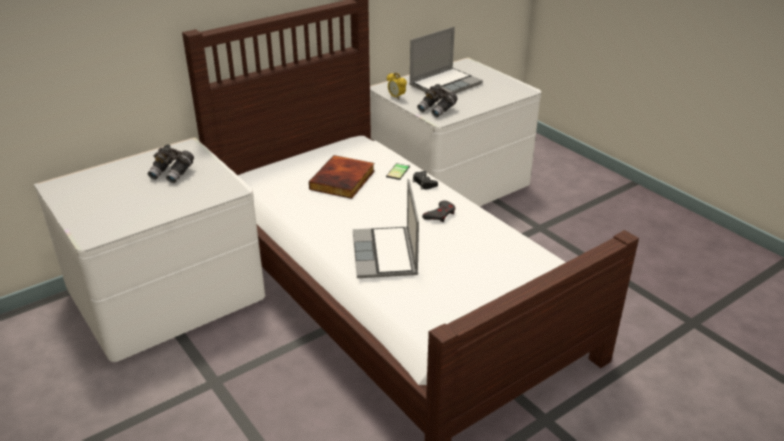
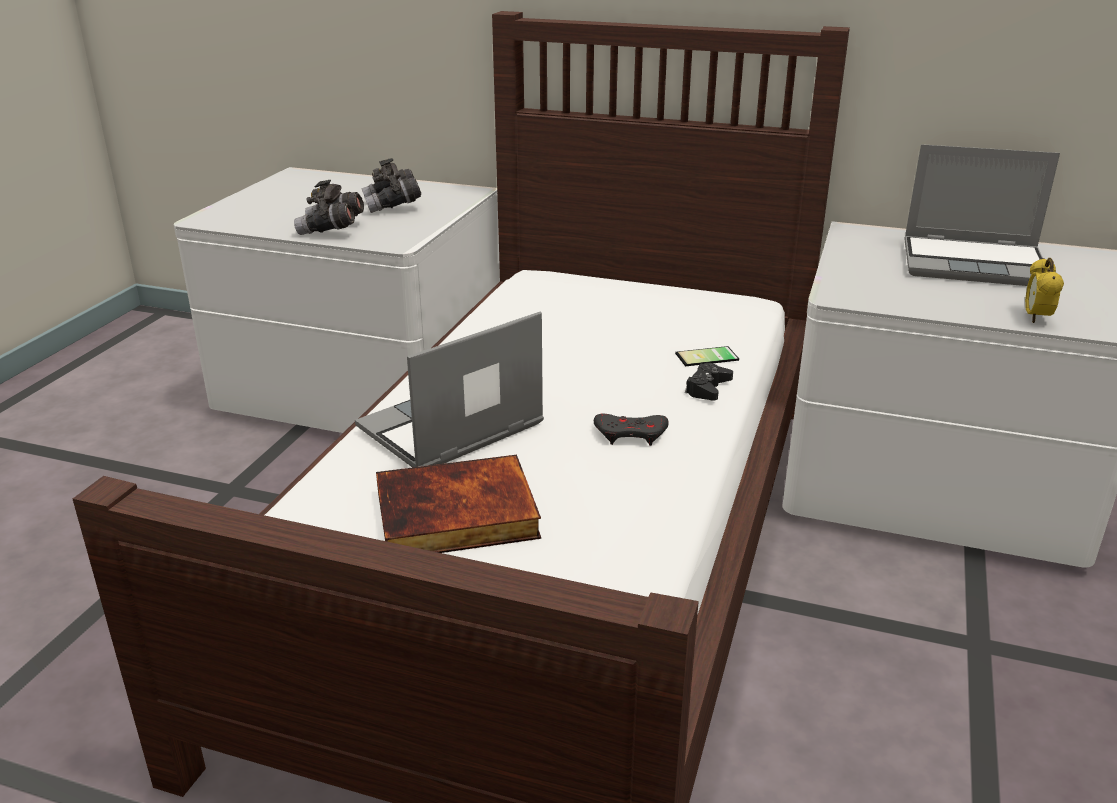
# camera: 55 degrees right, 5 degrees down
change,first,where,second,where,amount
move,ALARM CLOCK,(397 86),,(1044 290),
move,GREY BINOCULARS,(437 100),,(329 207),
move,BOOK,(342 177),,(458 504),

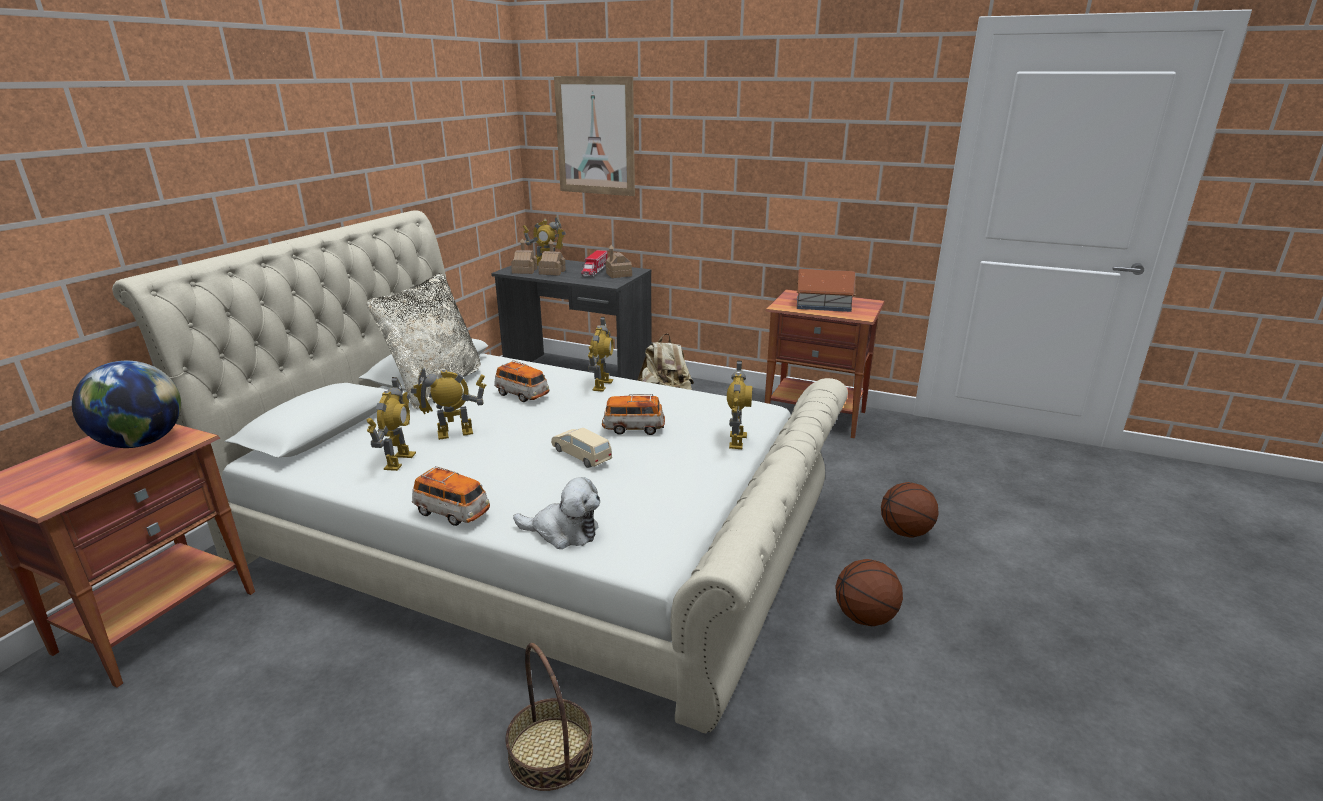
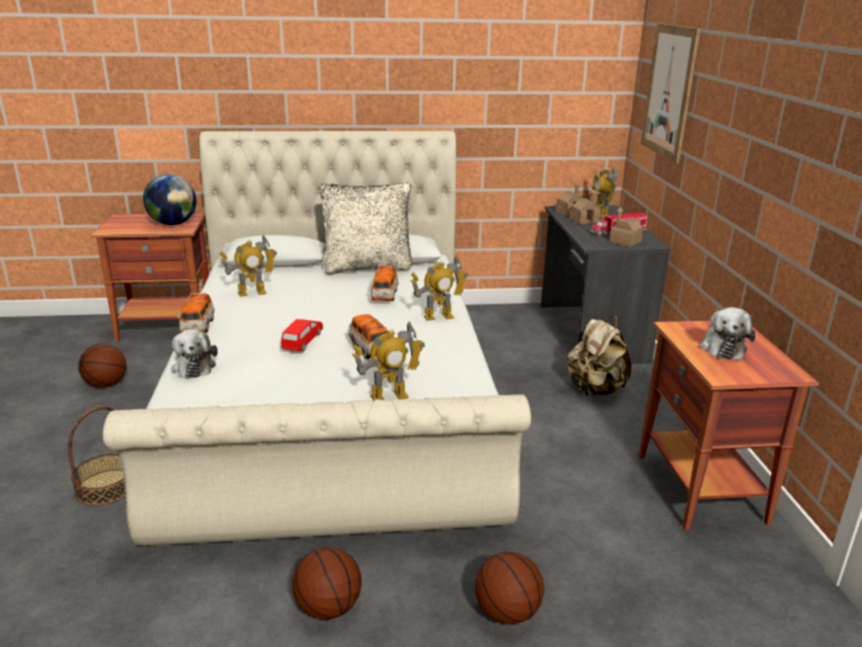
# camera: 60 degrees right, 0 degrees up
change,first,where,second,where,amount
replace,TOY HOUSE,(826 290),PLUSH TOY,(727 333),
delete,TOY ROBOT,(448 403),,,
recolor,BEIGE TOY CAR,(581 448),RED TOY CAR,(302 335),
insert,,,BASKETBALL,(102 366),

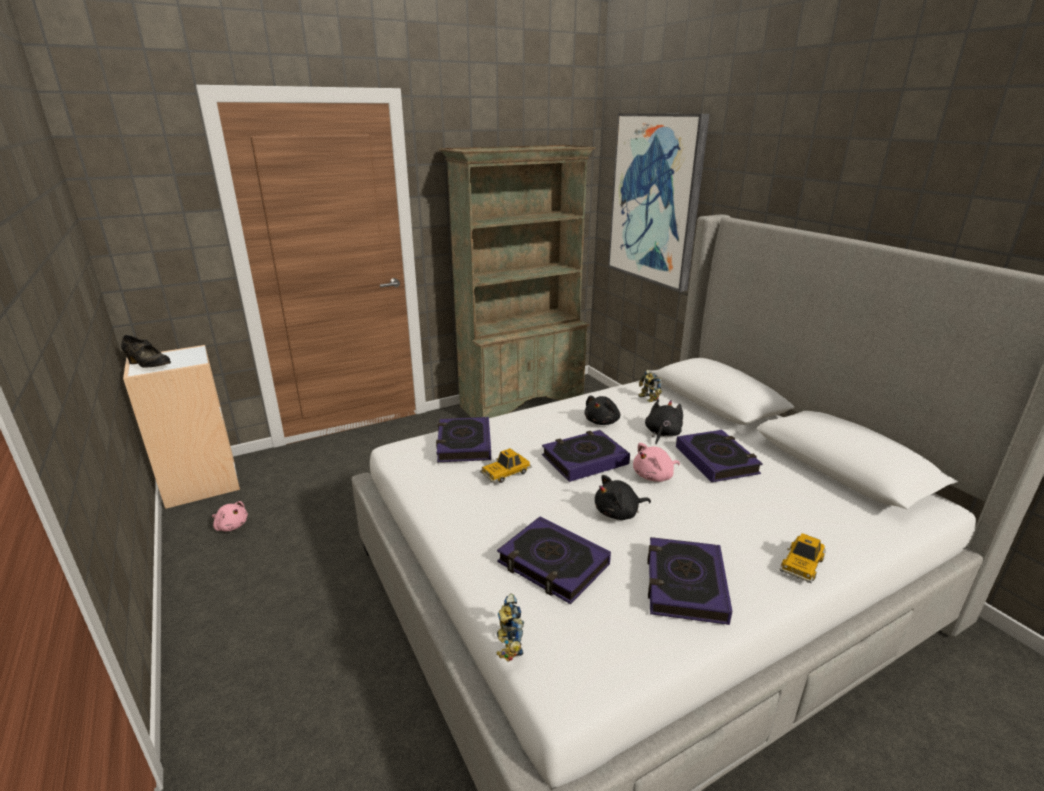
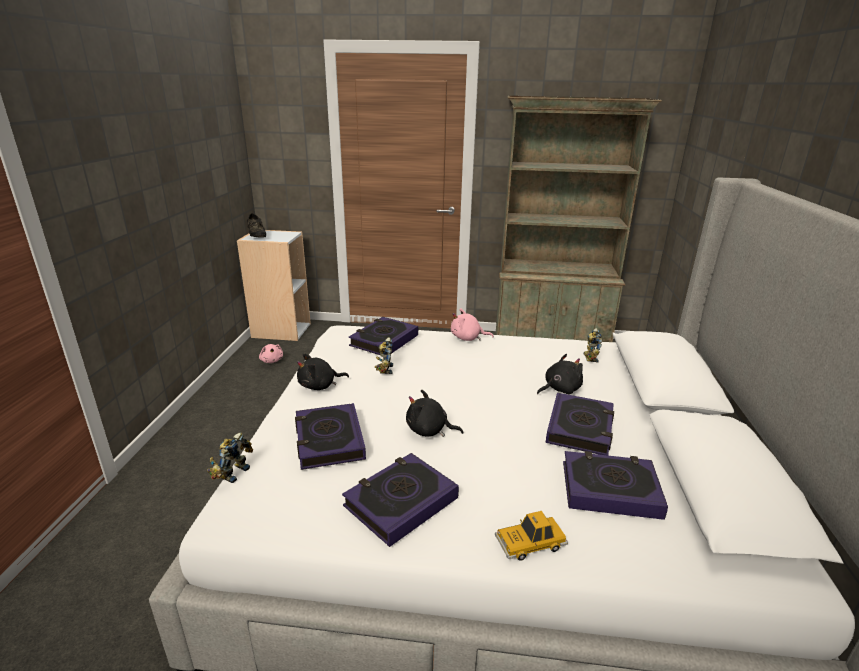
# camera: 35 degrees right, 0 degrees up
change,first,where,second,where,amount
delete,PICTURE,(659 202),,,
move,BLACK PLUSH TOY,(602 410),,(323 371),
move,BOOK,(586 456),,(615 485),
move,PINK PLUSH TOY,(656 462),,(472 324),
replace,TOY CAR,(506 465),TOY ROBOT,(384 355),

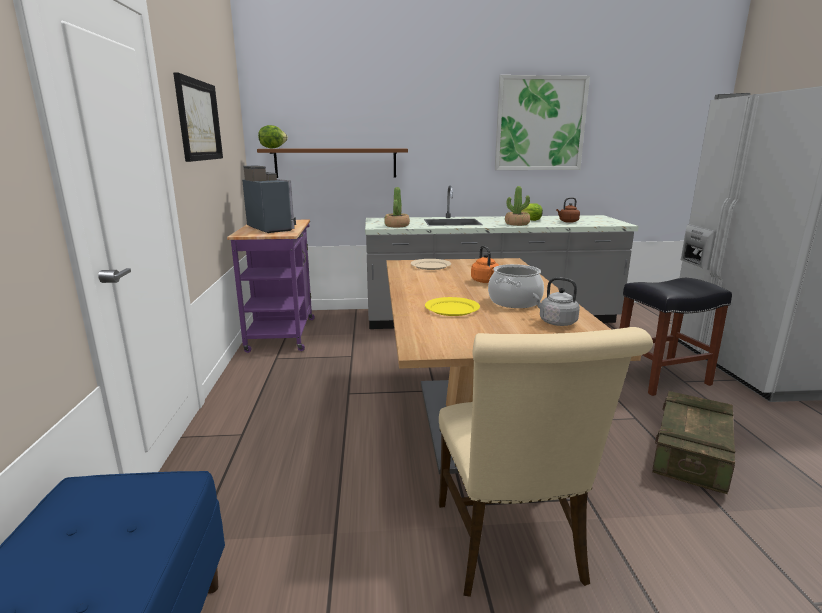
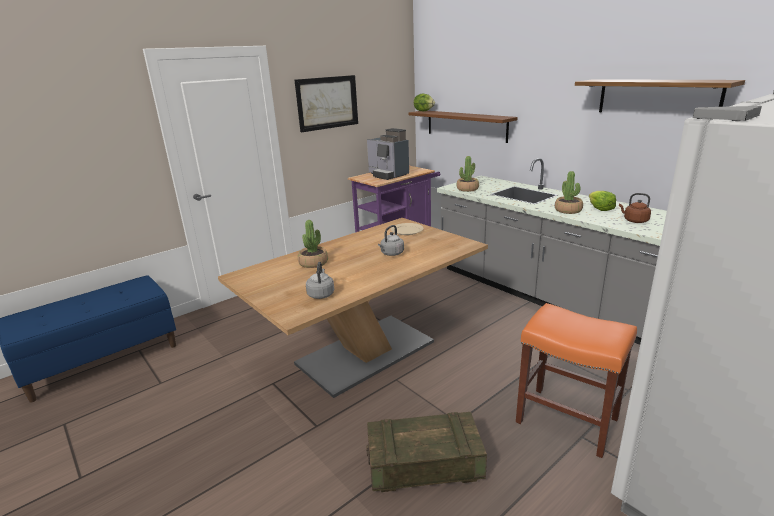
# camera: 55 degrees right, 5 degrees up
change,first,where,second,where,amount
replace,PICTURE,(542 122),SHELF,(660 95),
rotate,COFFEE MACHINE,(269 199),,(388 154),120 degrees clockwise
recolor,ORANGE KETTLE,(485 264),GREY KETTLE,(391 240),
delete,COOKING POT,(516 286),,,
recolor,BLACK STOOL,(675 337),ORANGE STOOL,(576 380),
replace,YELLOW PLATE,(452 306),POTTED PLANT,(313 244),
delete,BEIGE CHAIR,(546 462),,,

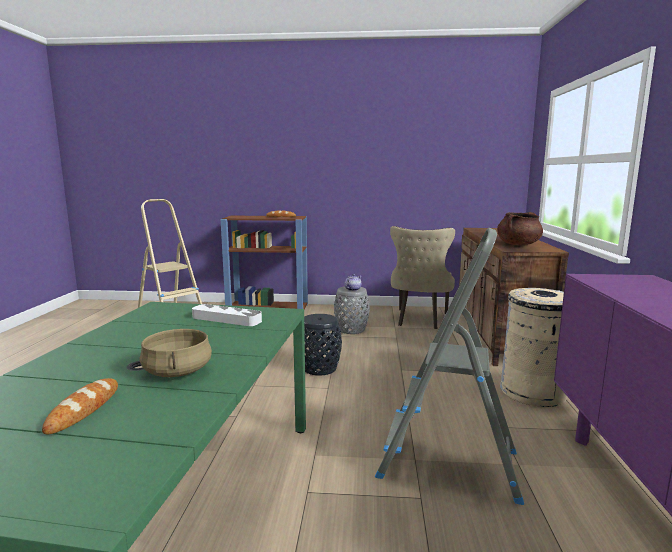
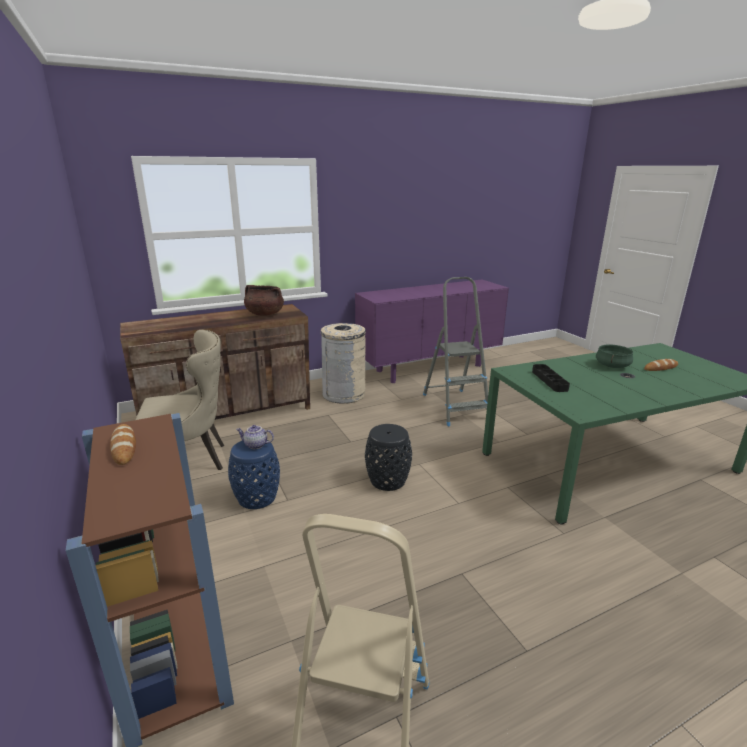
# camera: 120 degrees left, 10 degrees up
change,first,where,second,where,amount
recolor,GREY STOOL,(352 310),BLUE STOOL,(254 474),
recolor,WHITE TRAY,(227 315),BLACK TRAY,(551 378),
recolor,BEIGE COOKING POT,(176 353),GREEN COOKING POT,(614 356),

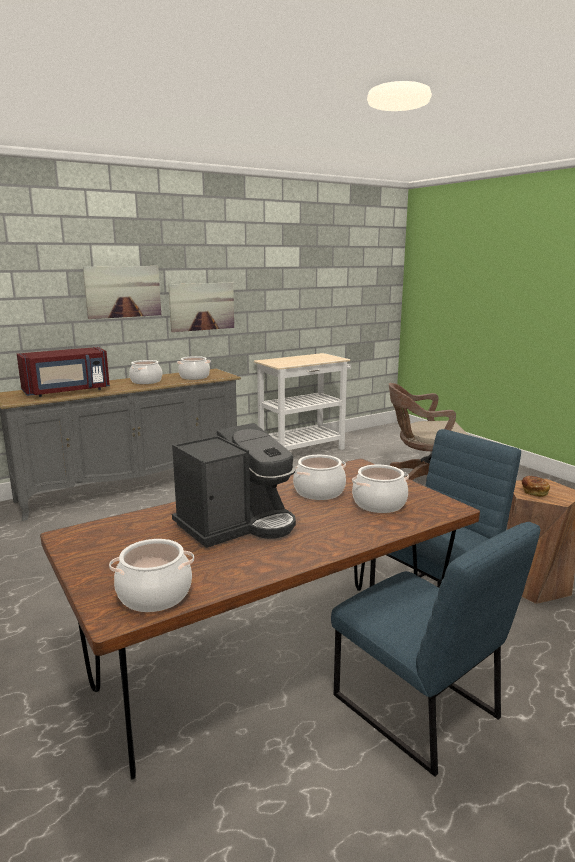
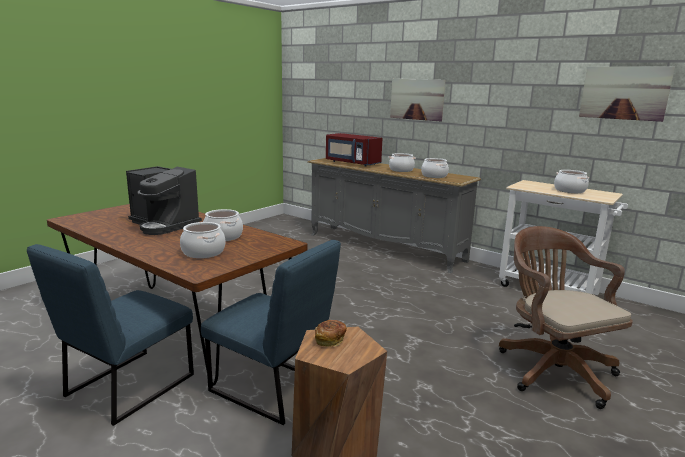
# camera: 70 degrees right, 0 degrees up
change,first,where,second,where,amount
move,PICTURE,(201 307),,(627 94),
move,COOKING POT,(151 575),,(571 181),

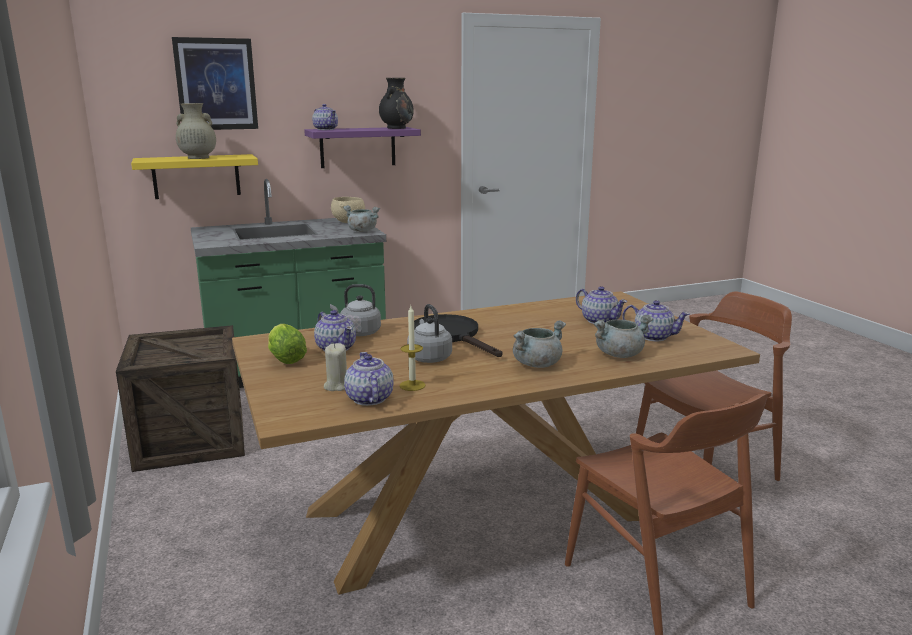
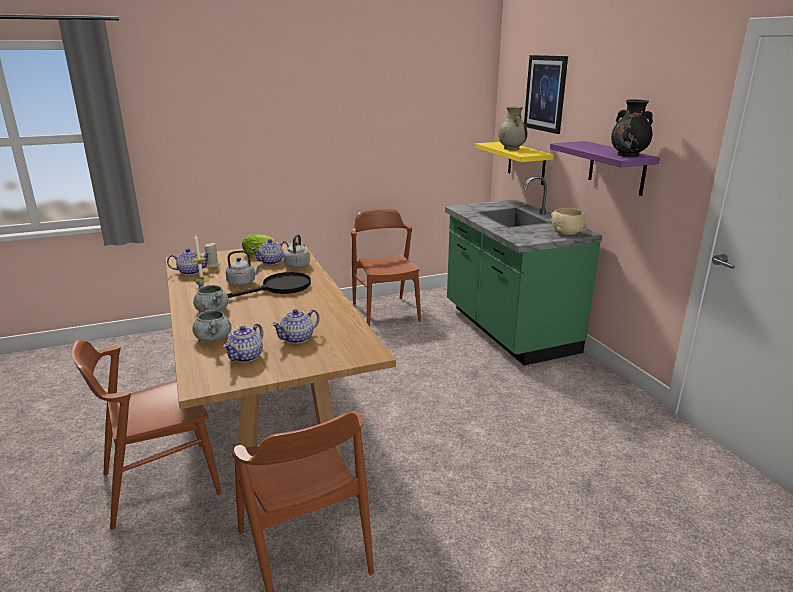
# camera: 90 degrees right, 5 degrees up
change,first,where,second,where,amount
delete,TEAPOT,(325 117),,,
delete,GREY COOKING POT,(361 218),,,
replace,CRATE,(180 398),BROWN CHAIR,(386 267),

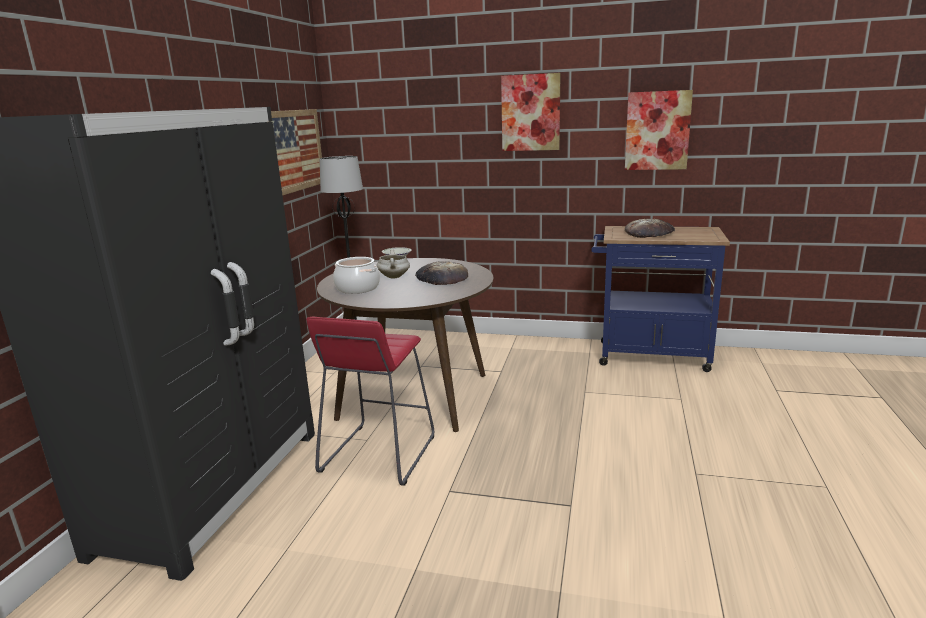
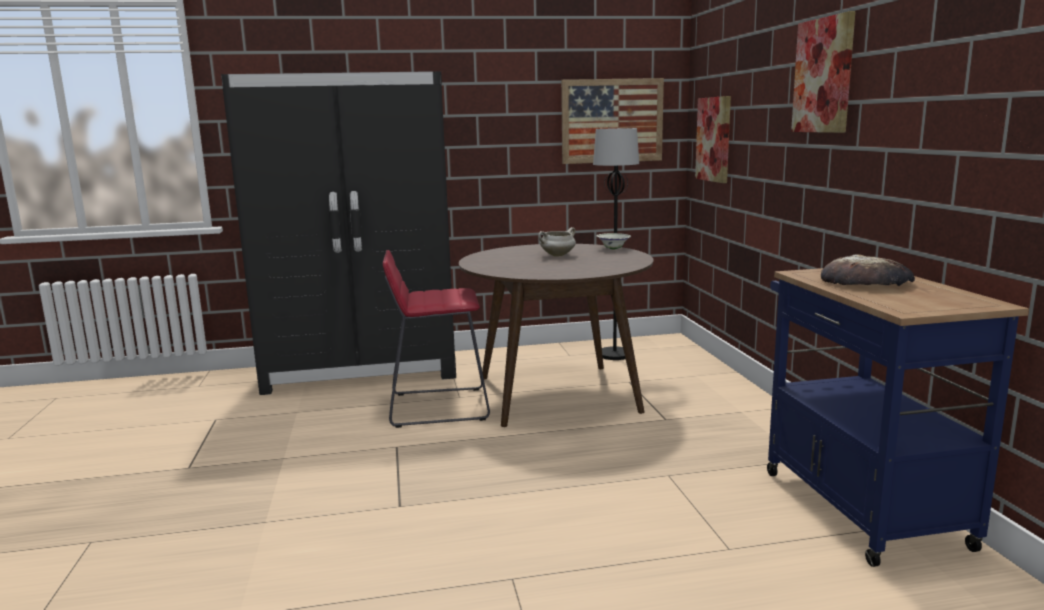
# camera: 65 degrees right, 5 degrees down
change,first,where,second,where,amount
move,PICTURE,(659 130),,(713 139),
delete,COOKING POT,(356 275),,,
delete,BREAD,(441 273),,,

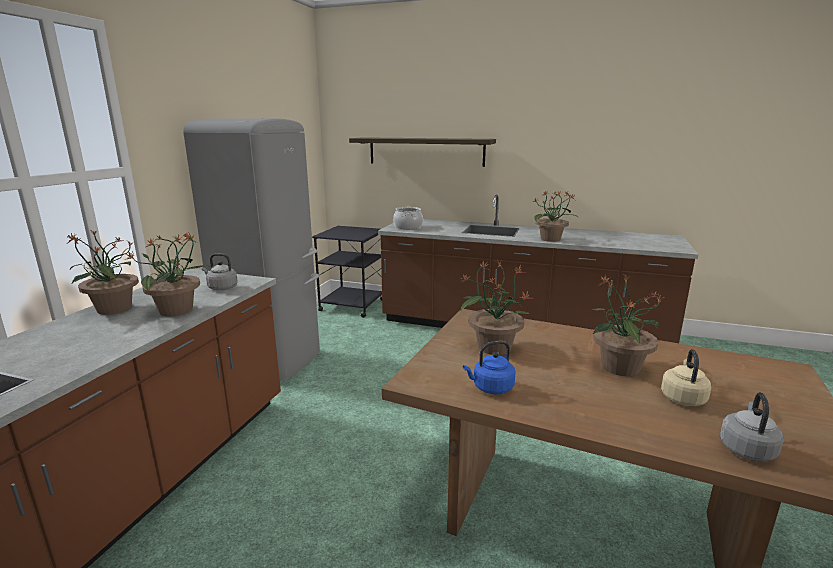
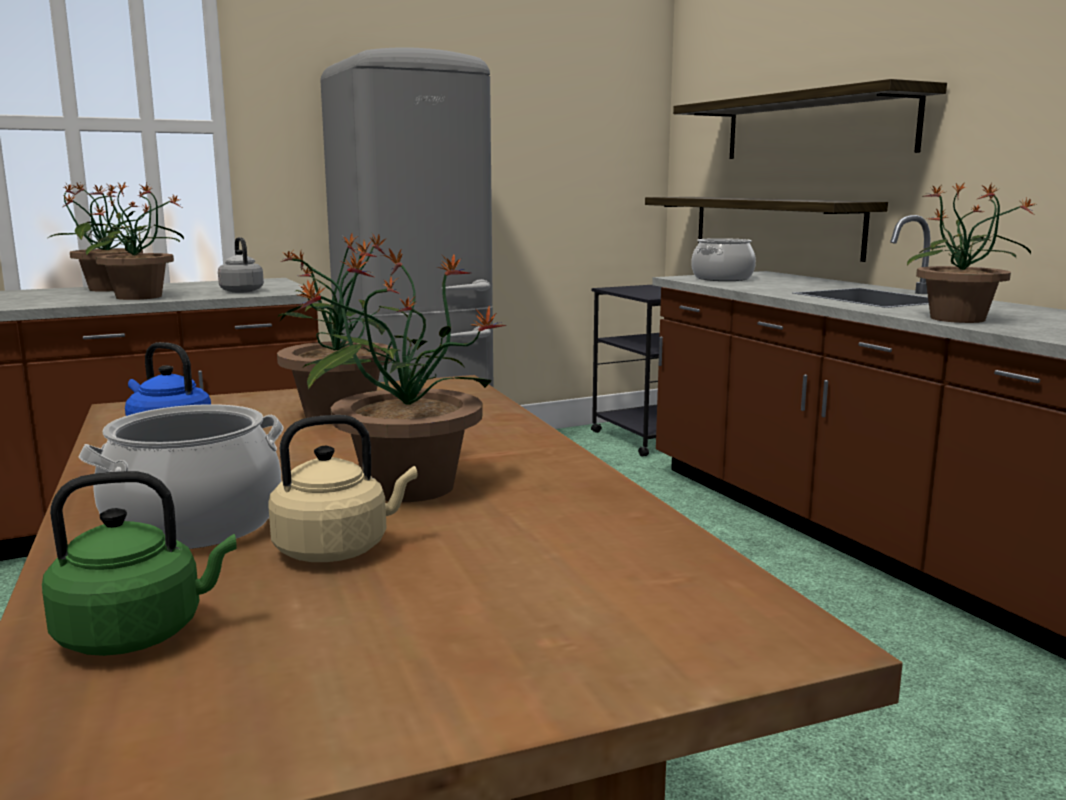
# camera: 45 degrees right, 5 degrees down
change,first,where,second,where,amount
recolor,GREY KETTLE,(751 426),GREEN KETTLE,(139 563),
insert,,,SHELF,(766 229),
insert,,,COOKING POT,(181 476),

